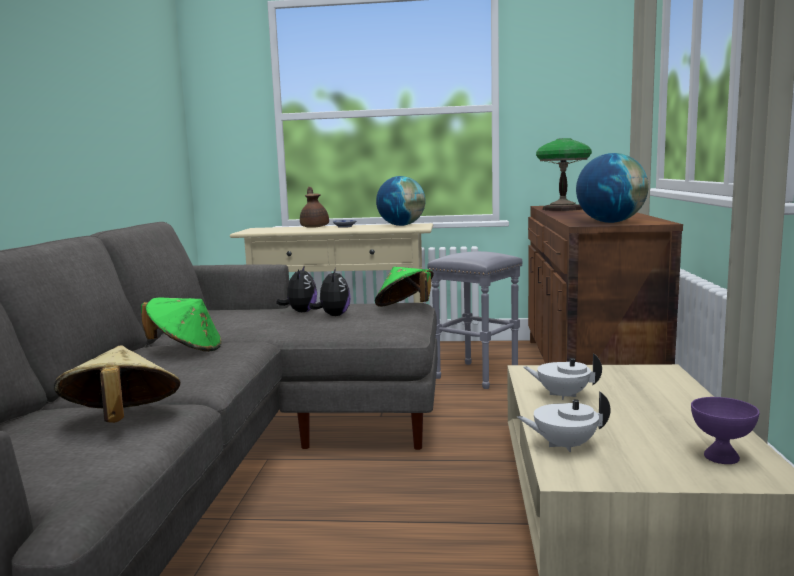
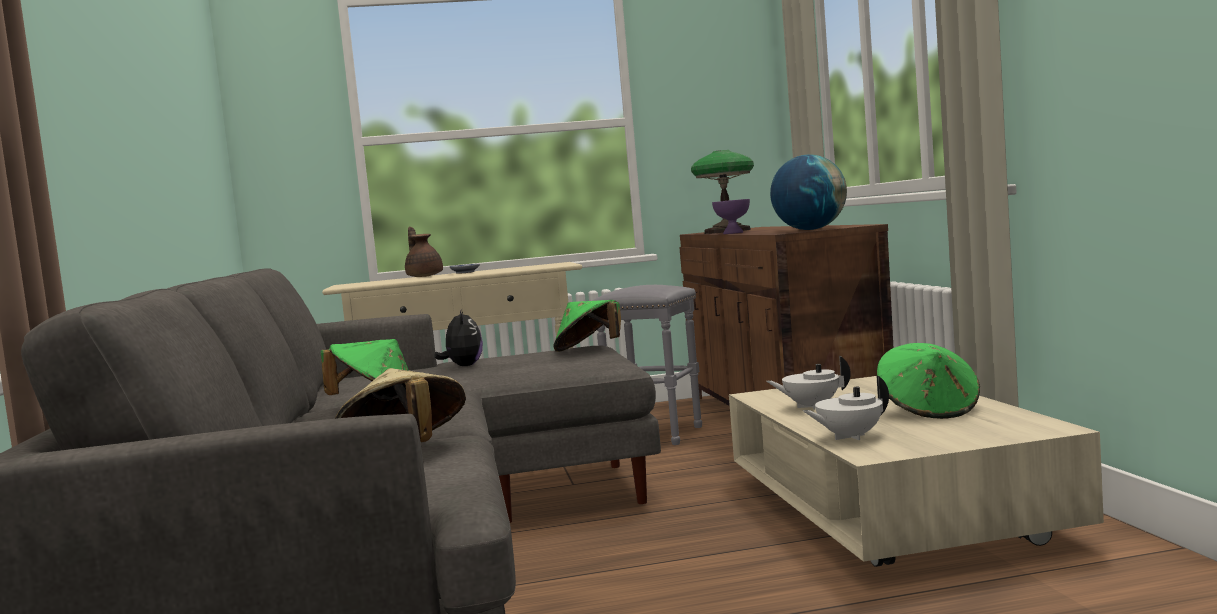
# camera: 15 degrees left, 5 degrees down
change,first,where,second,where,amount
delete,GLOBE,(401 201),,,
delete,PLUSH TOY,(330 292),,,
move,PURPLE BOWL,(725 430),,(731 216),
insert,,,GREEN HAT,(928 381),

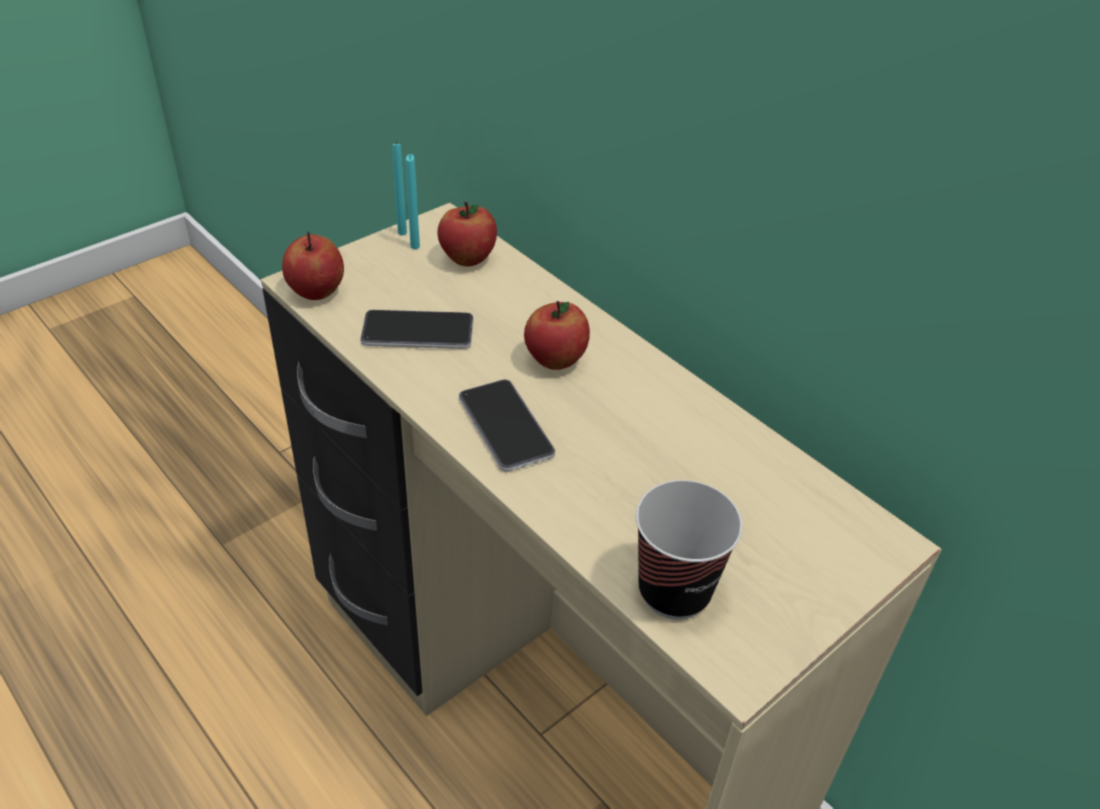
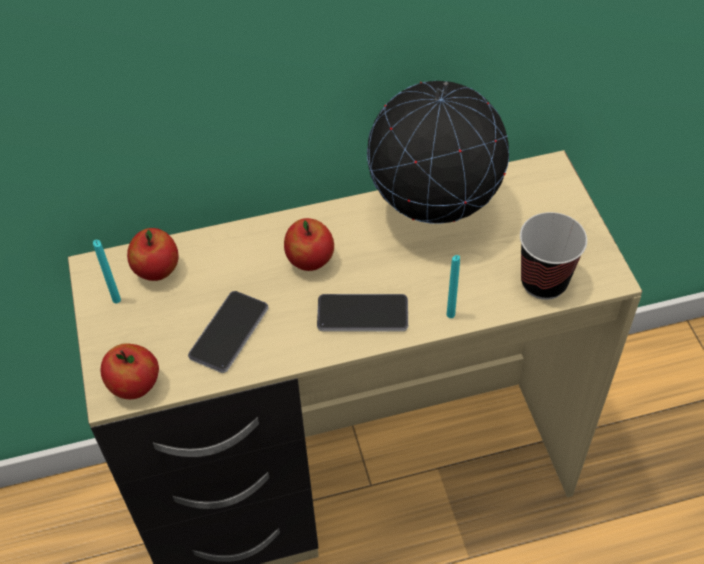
# camera: 60 degrees left, 10 degrees up
change,first,where,second,where,amount
move,TURQUOISE CANDLE,(399 188),,(453 286),
insert,,,GLOBE,(438 152),

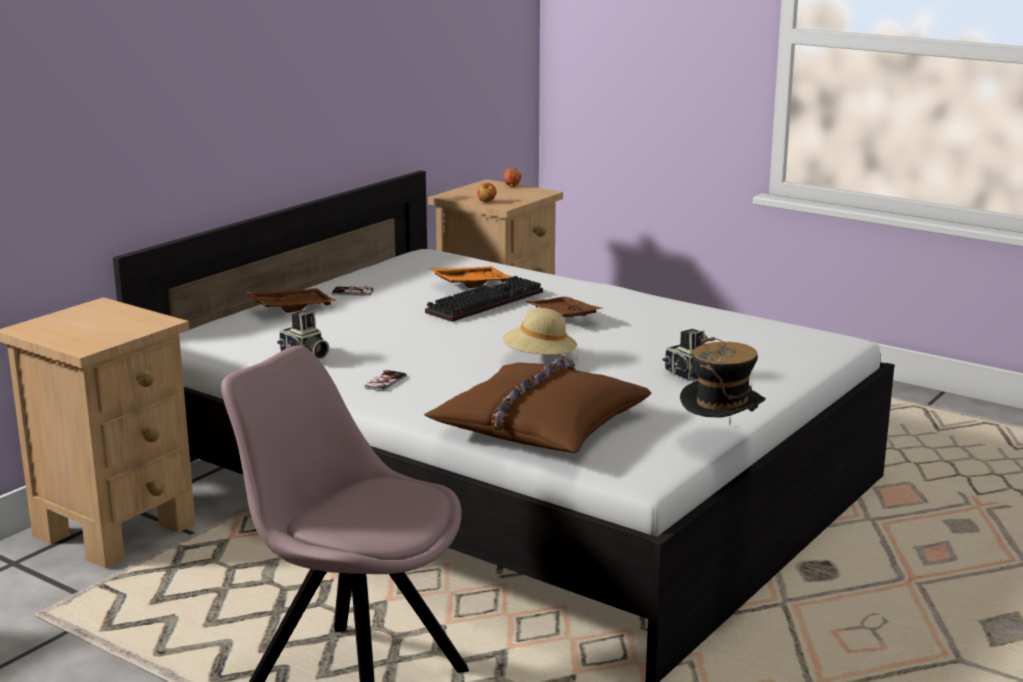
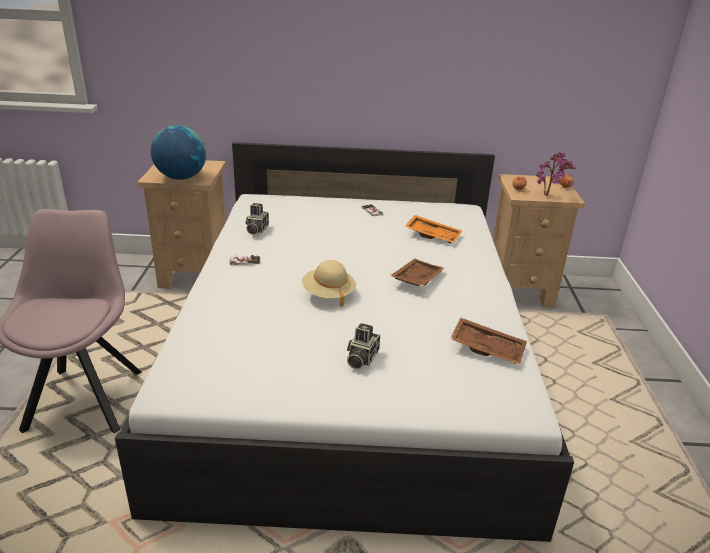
# camera: 55 degrees right, 10 degrees up
change,first,where,second,where,amount
delete,KEYBOARD,(484 299),,,
move,BROWN TRAY,(292 300),,(488 341),
delete,HAT,(723 379),,,
delete,BROWN PILLOW,(538 404),,,
insert,,,GLOBE,(179 152),
insert,,,POTTED PLANT,(556 174),

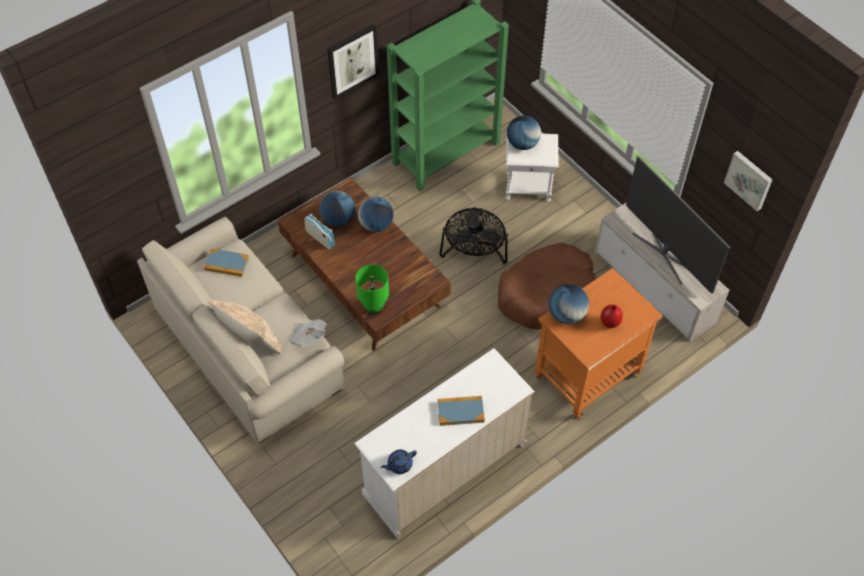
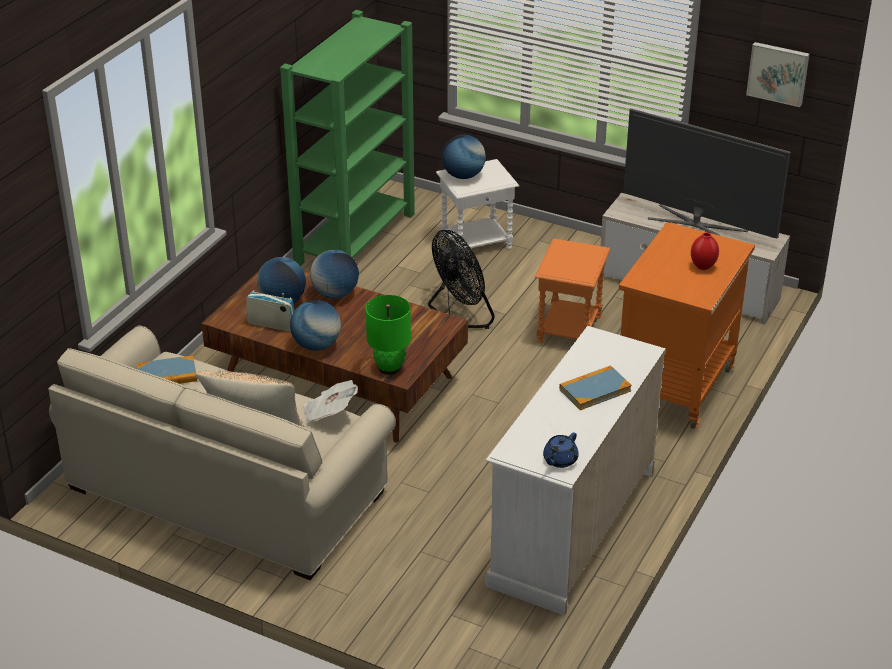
# camera: 25 degrees left, 20 degrees down
change,first,where,second,where,amount
delete,PICTURE,(353 61),,,
rotate,BLACK FAN,(473 236),,(461 279),105 degrees counterclockwise
replace,BROWN DOG BED,(547 286),ORANGE SIDE TABLE,(573 290),
move,GLOBE,(569 304),,(315 325),

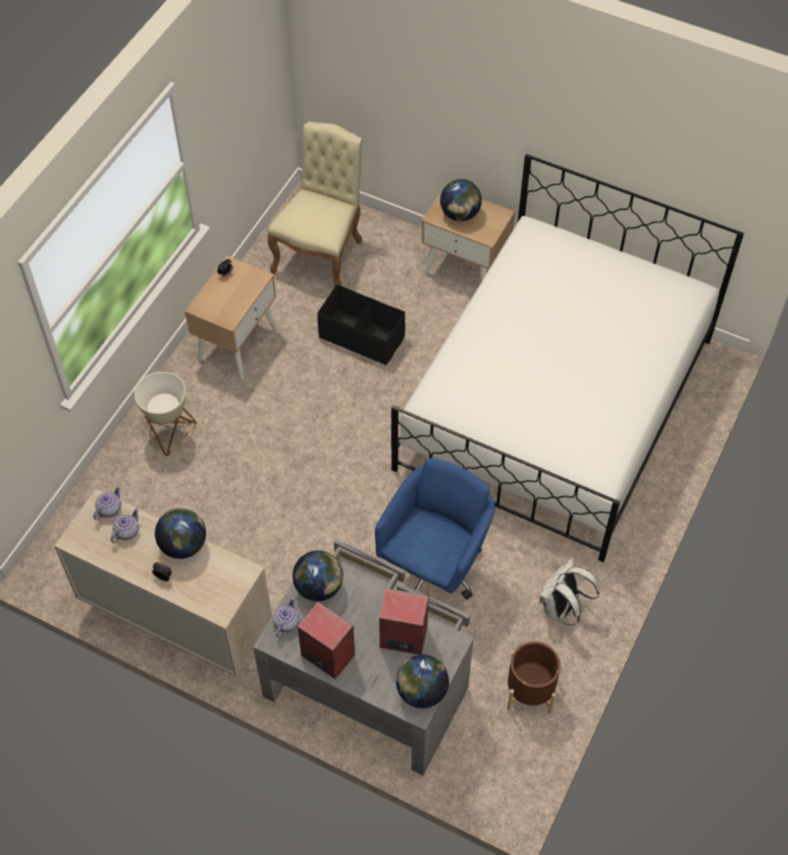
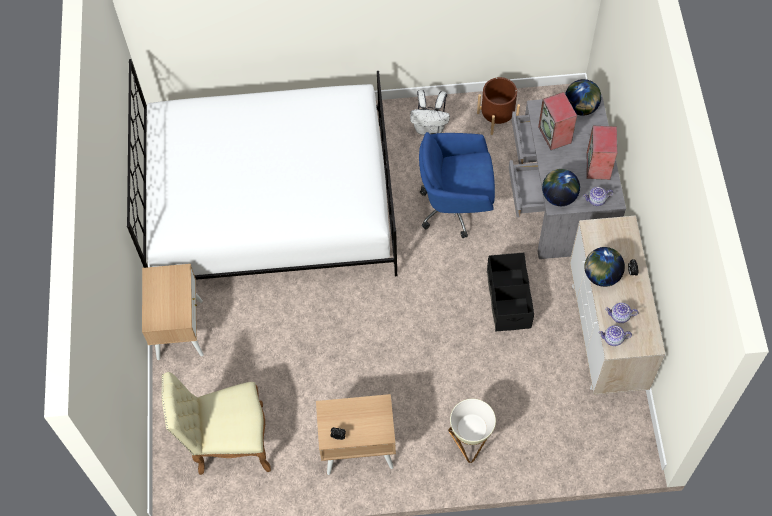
# camera: 120 degrees left, 5 degrees up
change,first,where,second,where,amount
delete,GLOBE,(461 200),,,
move,BLACK STORAGE BOX,(361 324),,(510 292),

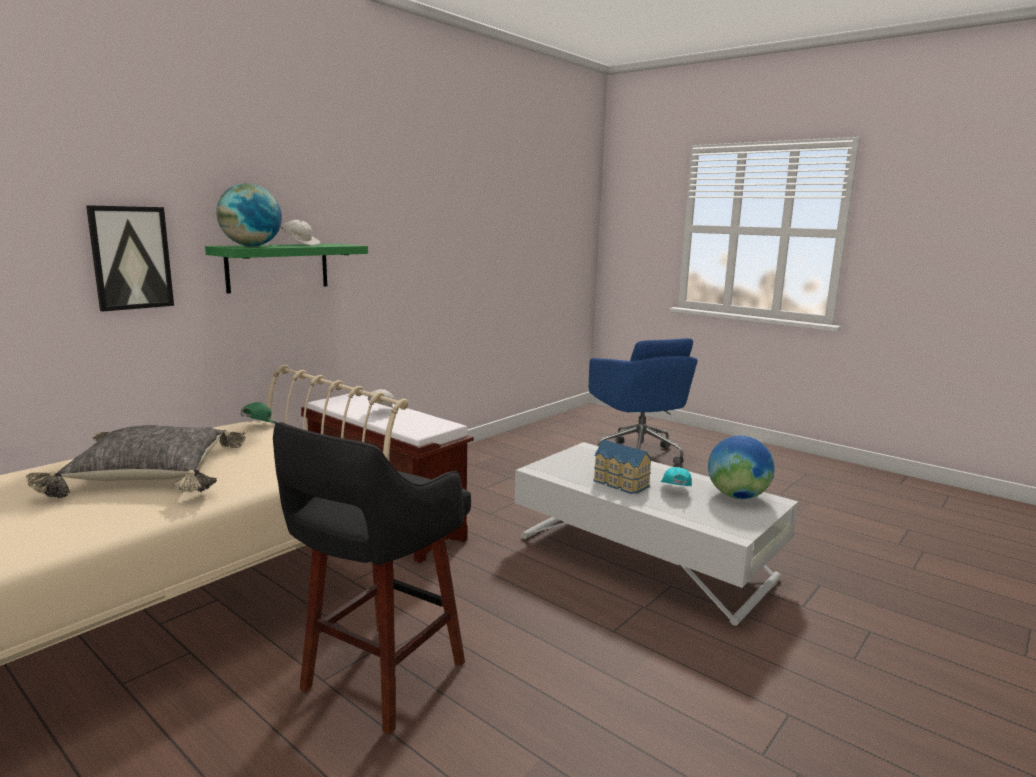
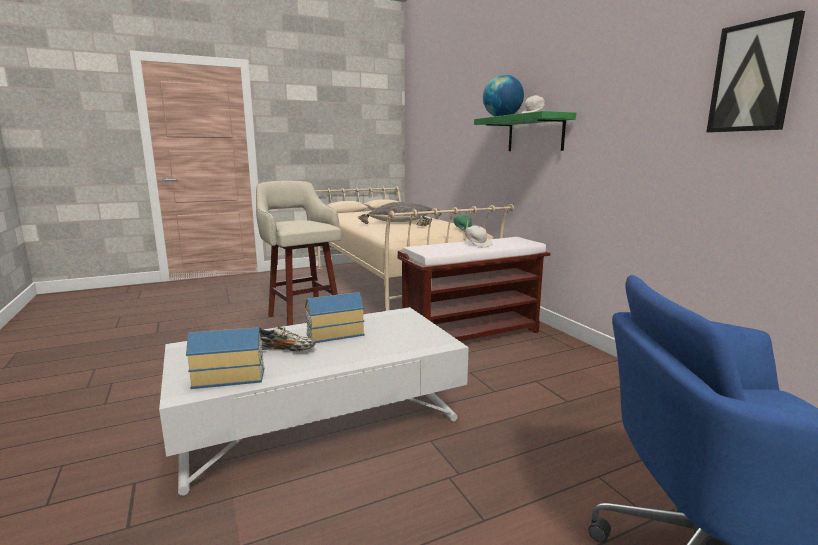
# camera: 115 degrees right, 0 degrees up
change,first,where,second,where,amount
move,PICTURE,(130 258),,(756 71),
recolor,BLACK STOOL,(372 578),BEIGE STOOL,(299 253),
replace,GLOBE,(741 467),TOY HOUSE,(225 358),
replace,TURQUOISE CAP,(676 476),SHOE,(287 339),

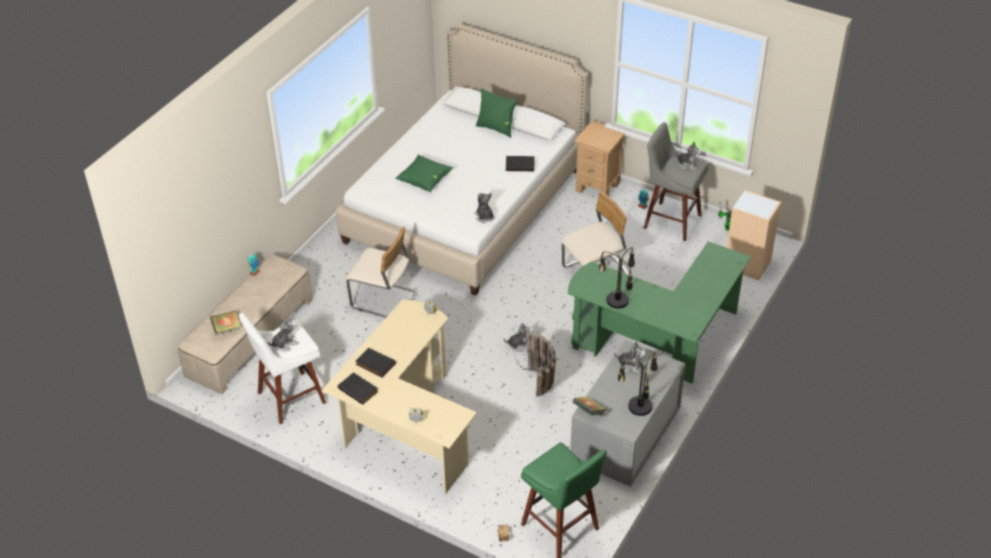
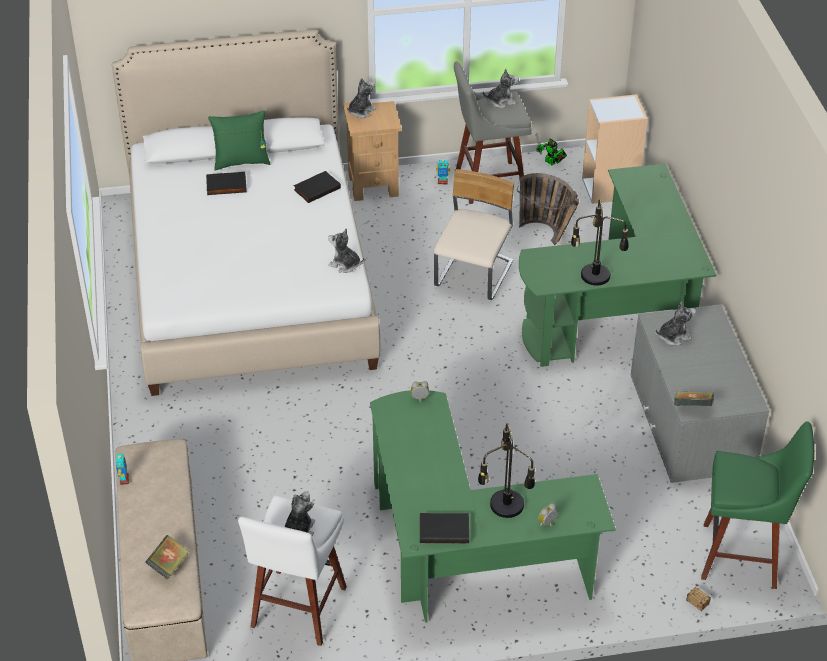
# camera: 40 degrees left, 0 degrees up
change,first,where,second,where,amount
delete,GREEN PILLOW,(424 173),,,
delete,BEIGE CHAIR,(381 271),,,
recolor,BEIGE DESK,(399 397),GREEN DESK,(493 506),
move,PLUSH TOY,(518 337),,(361 98),
move,BASKET,(535 364),,(548 209),
move,BLACK BOOK,(375 363),,(226 183),
move,TABLE LAMP,(637 383),,(506 470),

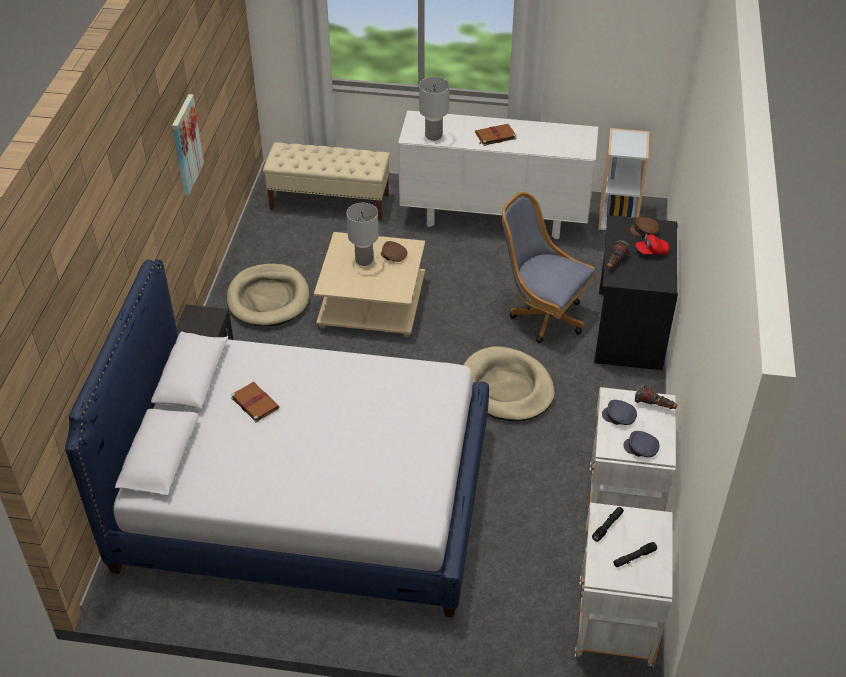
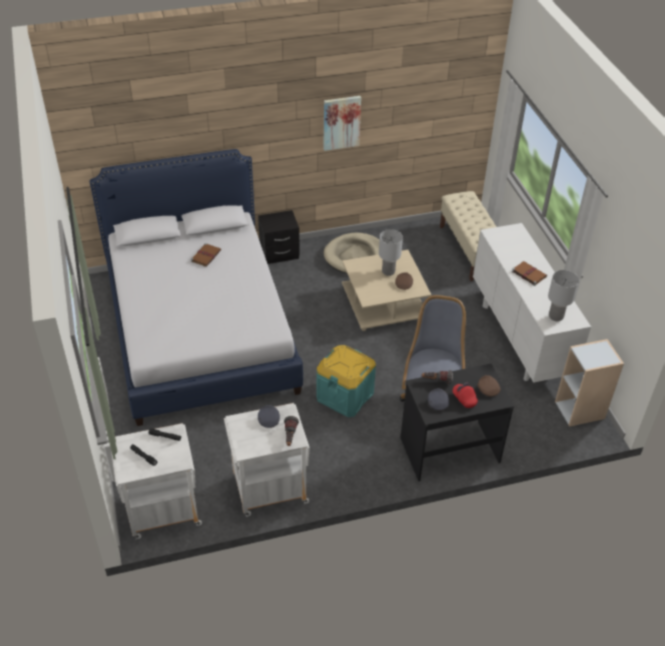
# camera: 65 degrees right, 0 degrees up
change,first,where,second,where,amount
move,GREY TABLE LAMP,(434 109),,(563 295),
replace,BEIGE DOG BED,(509 383),TURQUOISE STORAGE BOX,(346 381),
move,GREY CAP,(641 444),,(438 399),

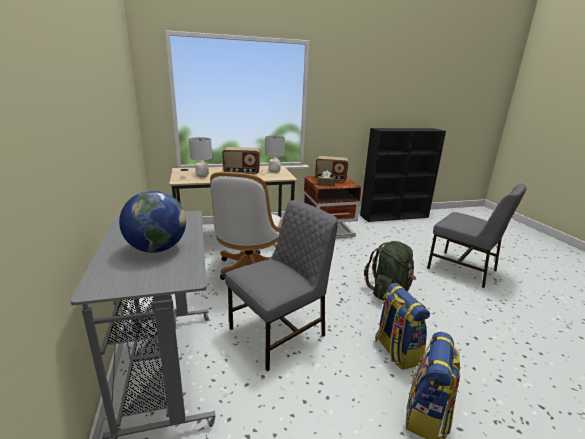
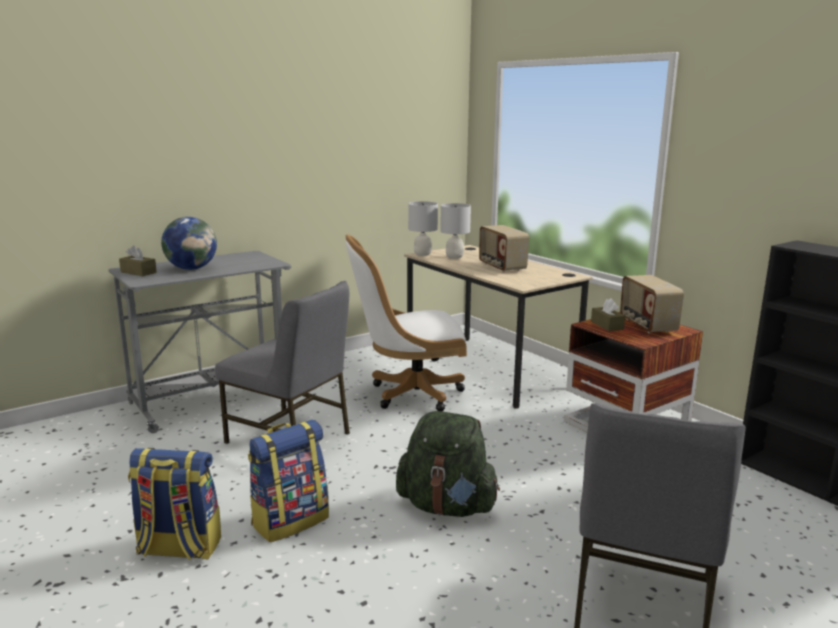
# camera: 70 degrees right, 5 degrees down
change,first,where,second,where,amount
move,GREY TABLE LAMP,(275 154),,(423 228),
insert,,,BROWN TISSUE BOX,(138 260),

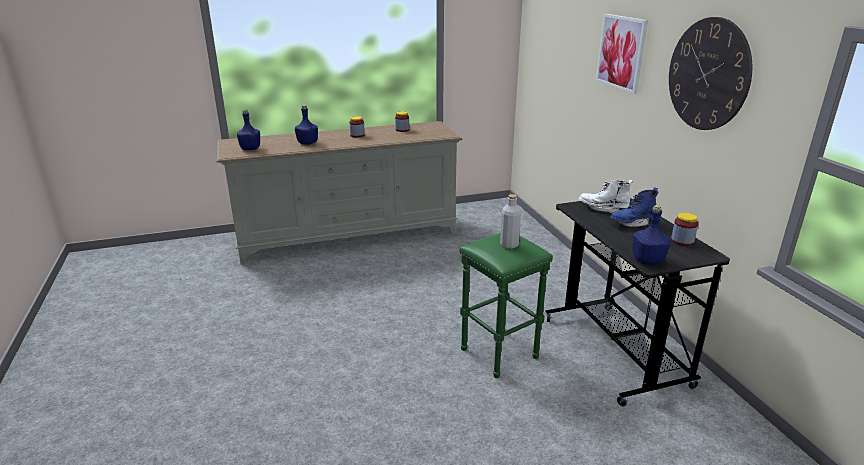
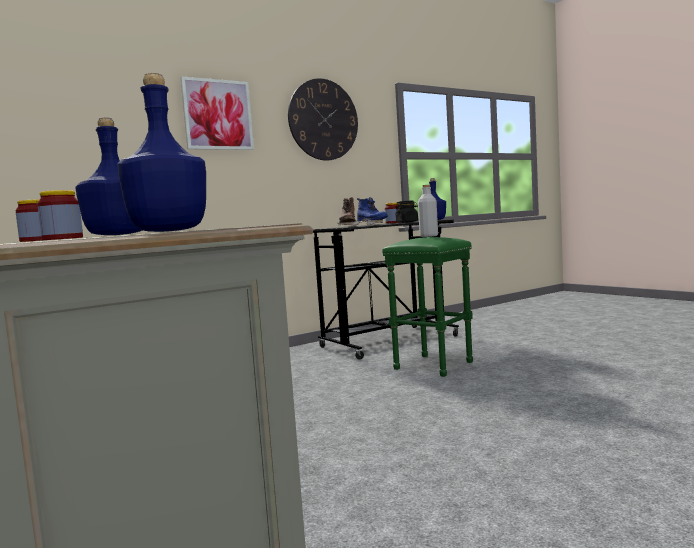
# camera: 105 degrees left, 20 degrees down
change,first,where,second,where,amount
recolor,WHITE BOOT,(606 196),BROWN BOOT,(348 211),
insert,,,BLACK JAR,(406 211),

